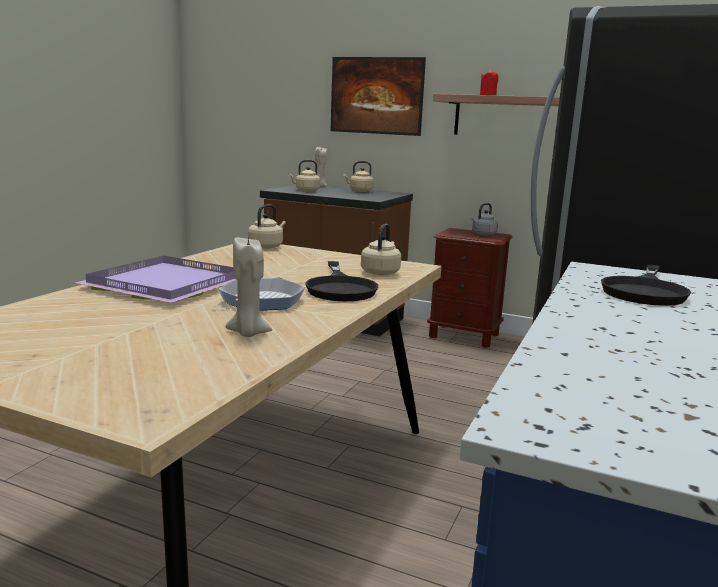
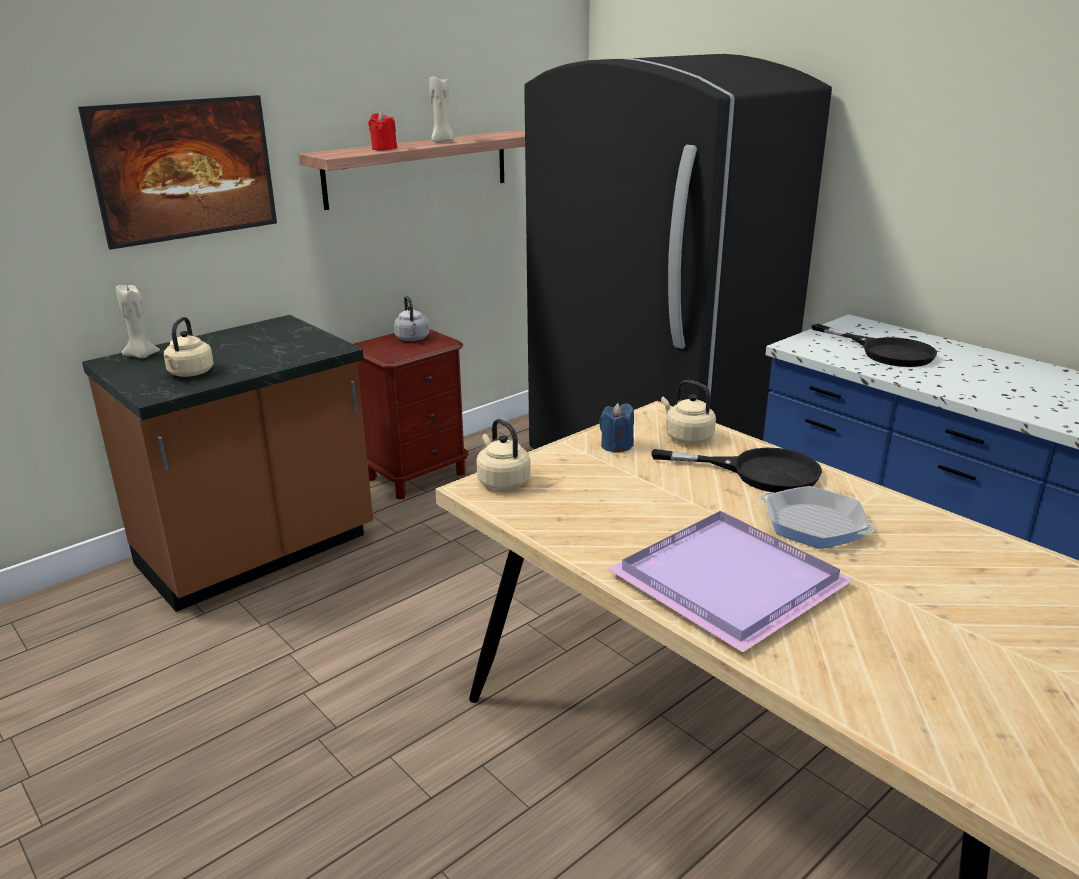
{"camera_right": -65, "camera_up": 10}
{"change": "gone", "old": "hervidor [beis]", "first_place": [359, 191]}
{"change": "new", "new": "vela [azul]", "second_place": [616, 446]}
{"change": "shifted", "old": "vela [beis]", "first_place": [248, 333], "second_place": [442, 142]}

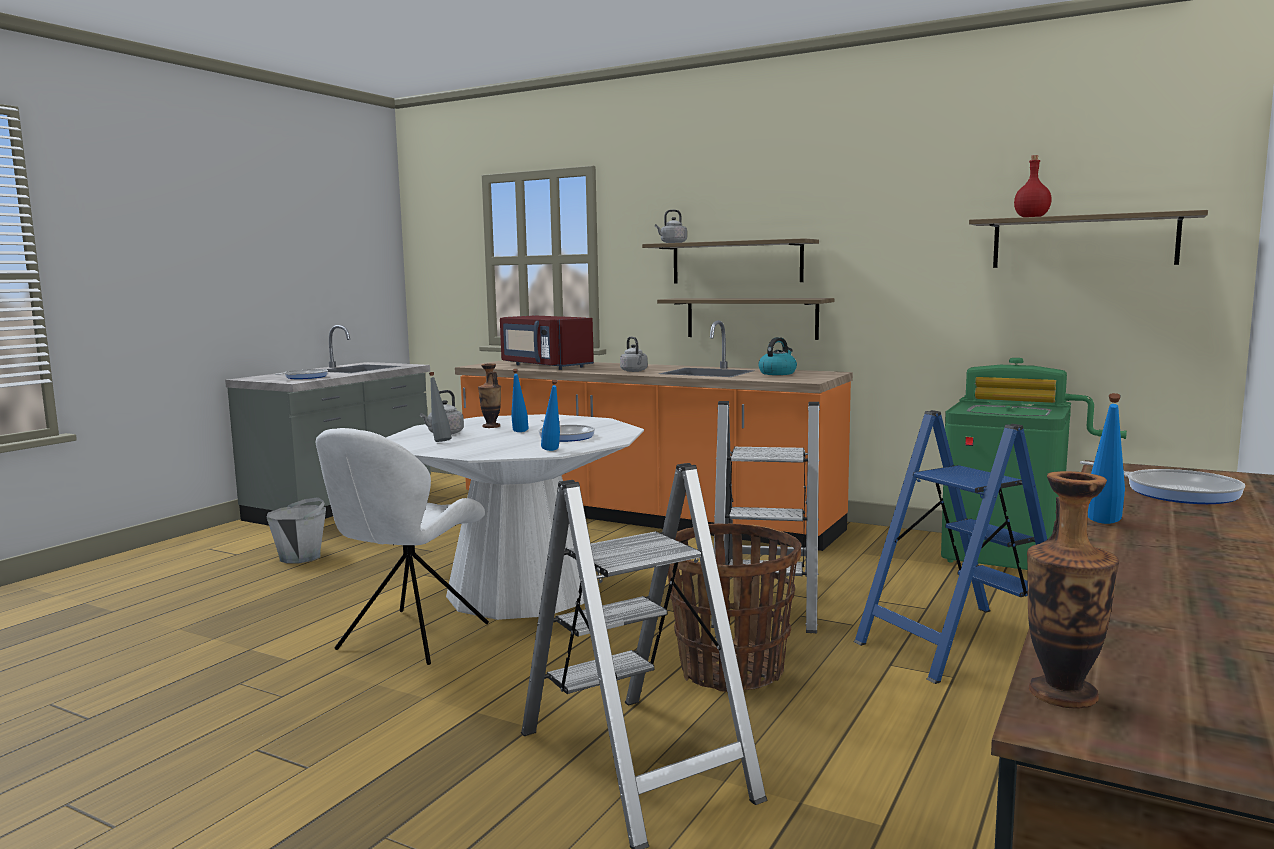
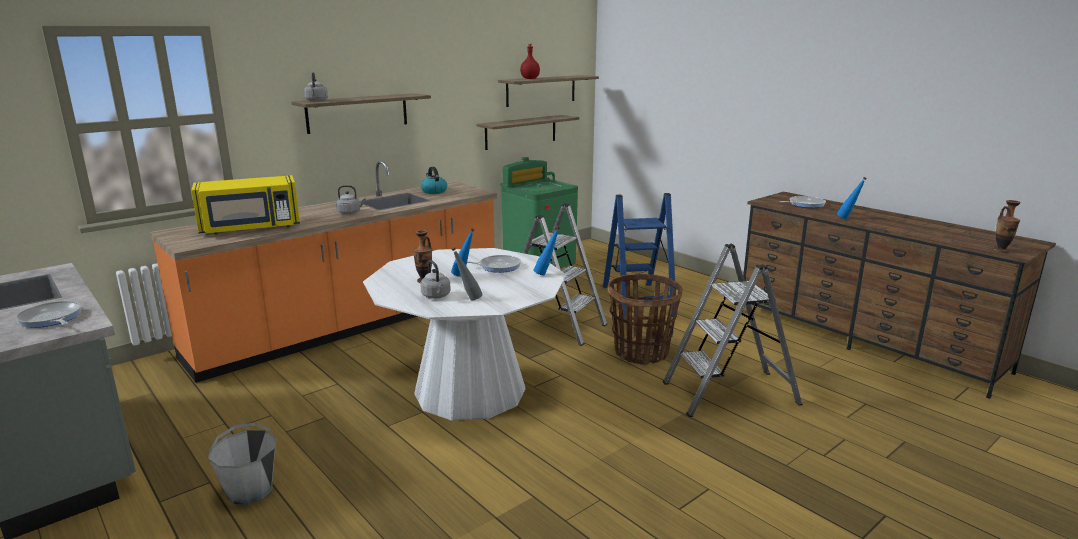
{"camera_right": -70, "camera_up": 10}
{"change": "gone", "old": "silla [blanco]", "first_place": [410, 638]}
{"change": "shifted", "old": "estante", "first_place": [751, 318], "second_place": [521, 132]}
{"change": "repainted", "old": "microondas [rojo]", "new": "microondas [amarillo]", "first_place": [544, 366], "second_place": [251, 228]}

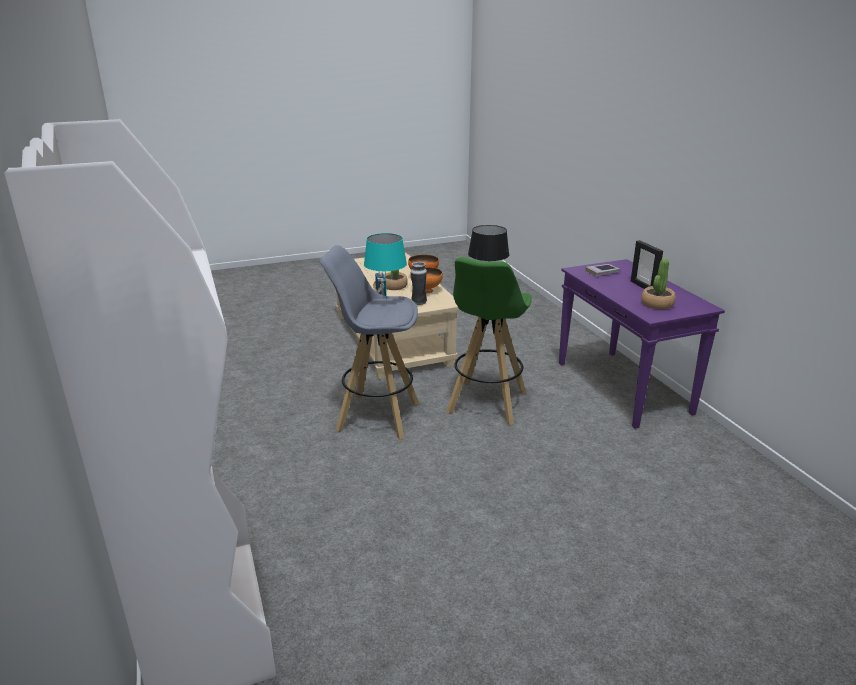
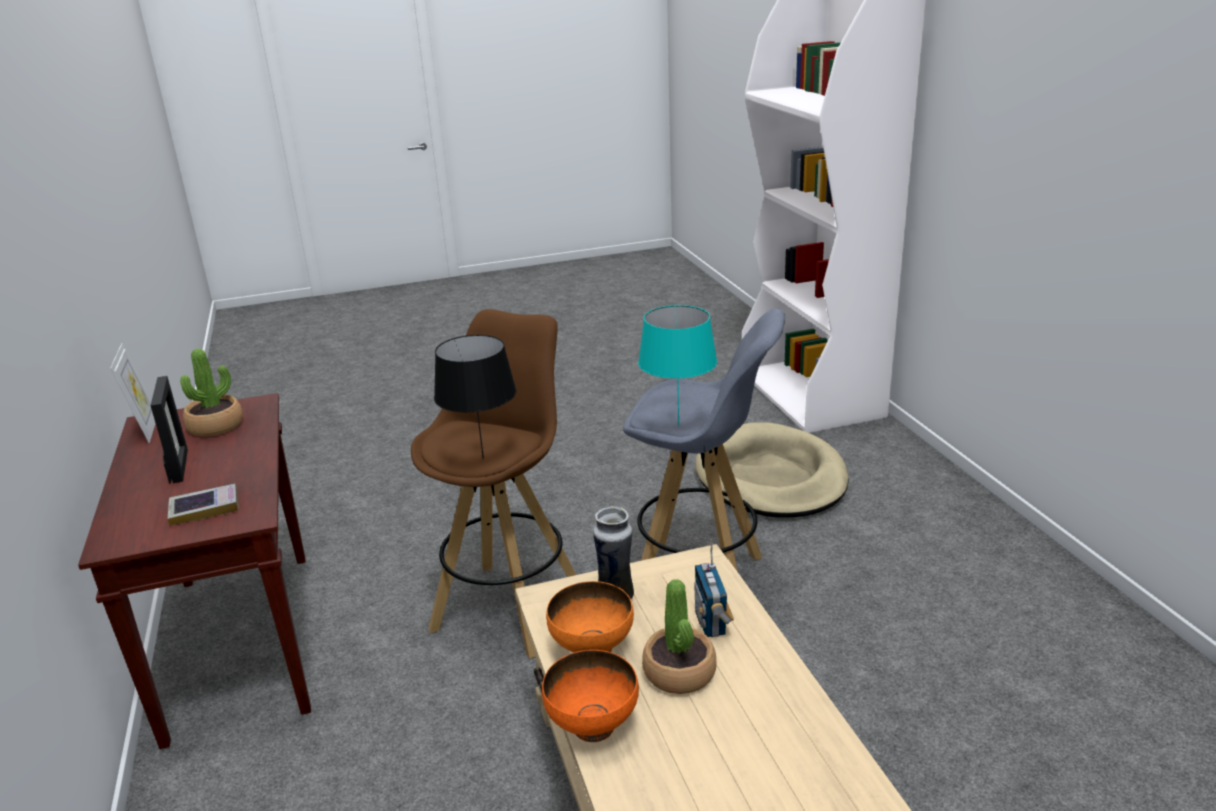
{"camera_right": -175, "camera_up": 0}
{"change": "new", "new": "portarretratos", "second_place": [146, 429]}
{"change": "new", "new": "cama para perro [beis]", "second_place": [770, 477]}
{"change": "repainted", "old": "taburete [verde]", "new": "taburete [marrón]", "first_place": [485, 404], "second_place": [511, 606]}
{"change": "repainted", "old": "mesa consola [morado]", "new": "mesa consola [marrón]", "first_place": [623, 388], "second_place": [240, 641]}

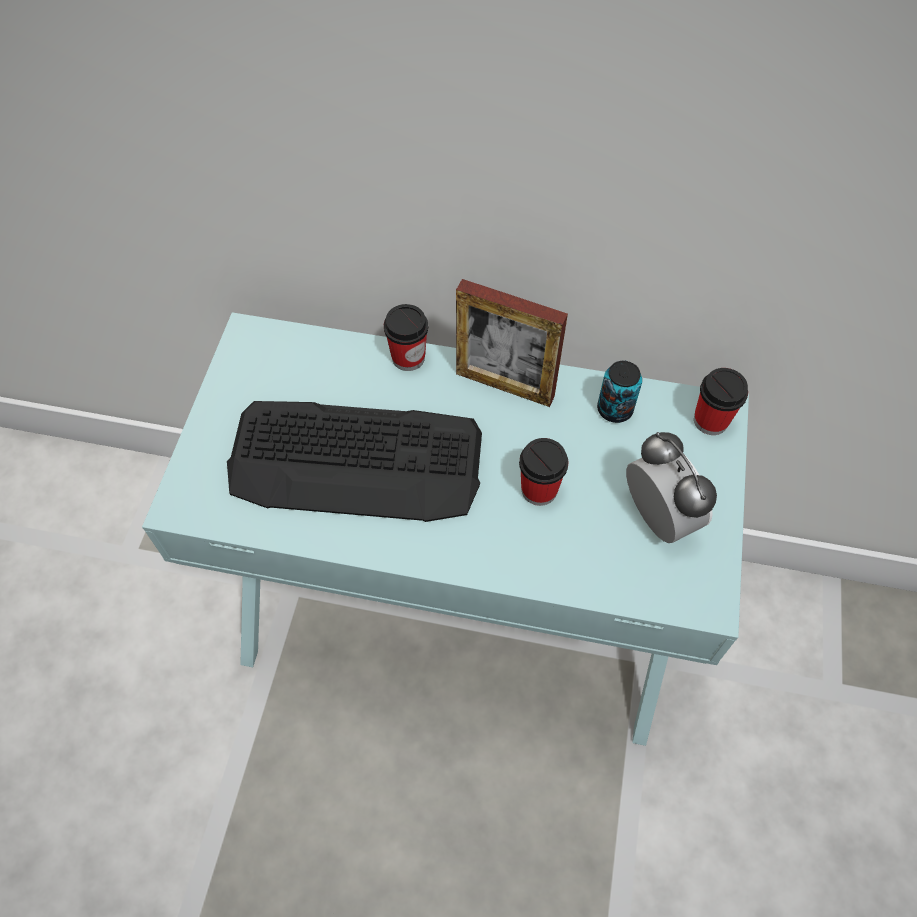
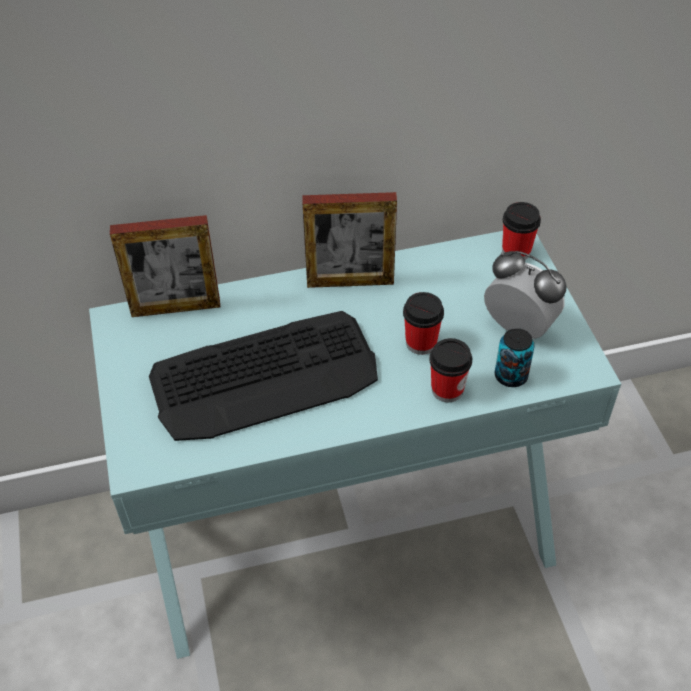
{"camera_right": -25, "camera_up": -10}
{"change": "new", "new": "portarretratos", "second_place": [176, 307]}
{"change": "shifted", "old": "taza", "first_place": [408, 357], "second_place": [447, 389]}
{"change": "shifted", "old": "lata", "first_place": [614, 409], "second_place": [510, 376]}

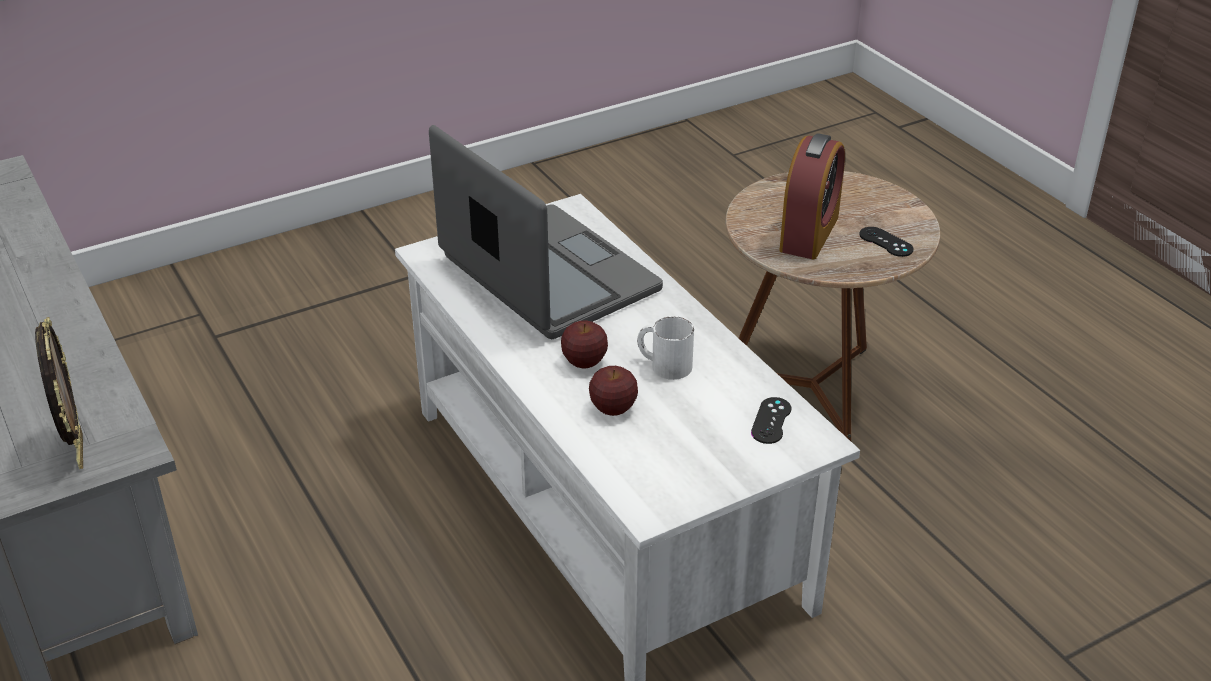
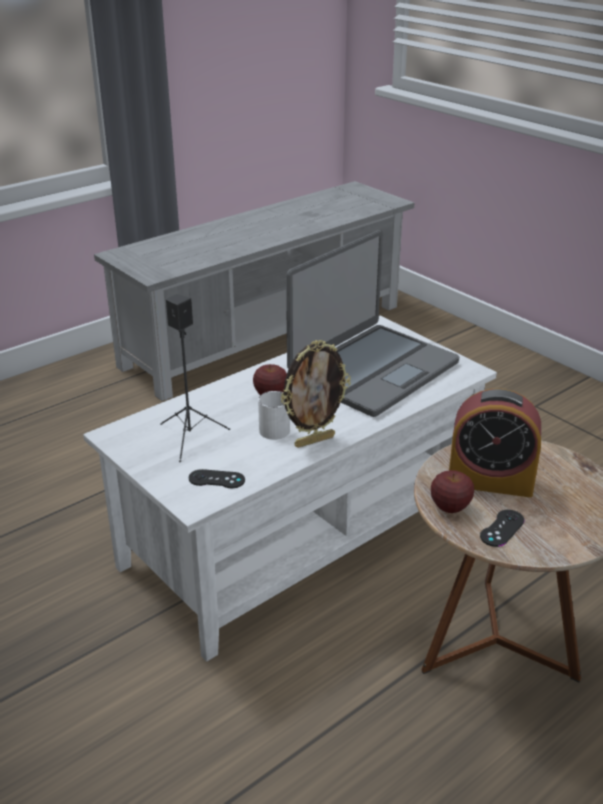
{"camera_right": 80, "camera_up": -5}
{"change": "new", "new": "altavoz [negro]", "second_place": [191, 437]}
{"change": "shifted", "old": "portarretratos", "first_place": [78, 451], "second_place": [314, 440]}
{"change": "shifted", "old": "manzana", "first_place": [612, 408], "second_place": [450, 507]}

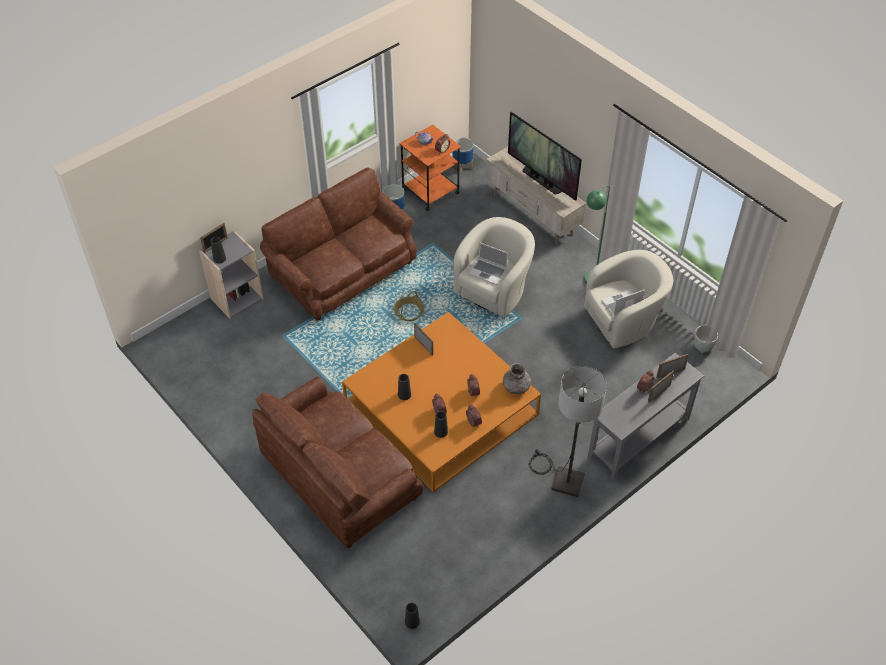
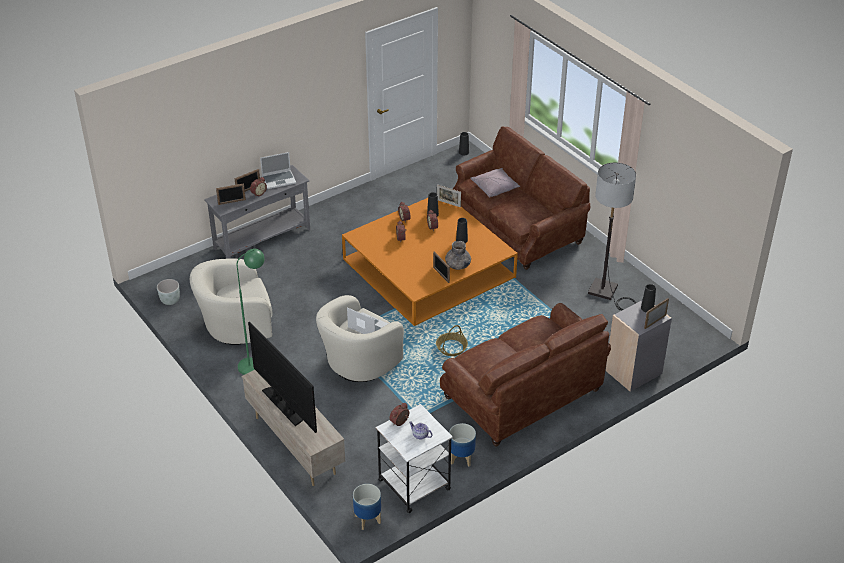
{"camera_right": -175, "camera_up": -10}
{"change": "new", "new": "portarretratos", "second_place": [448, 203]}
{"change": "new", "new": "cojín [morado]", "second_place": [495, 188]}
{"change": "shifted", "old": "florero [gris]", "first_place": [516, 386], "second_place": [457, 265]}
{"change": "shifted", "old": "lámpara de pie", "first_place": [559, 477], "second_place": [609, 295]}
{"change": "shifted", "old": "portátil", "first_place": [621, 304], "second_place": [279, 180]}
{"change": "repainted", "old": "carrito [naranja]", "new": "carrito [blanco]", "first_place": [431, 191], "second_place": [413, 485]}

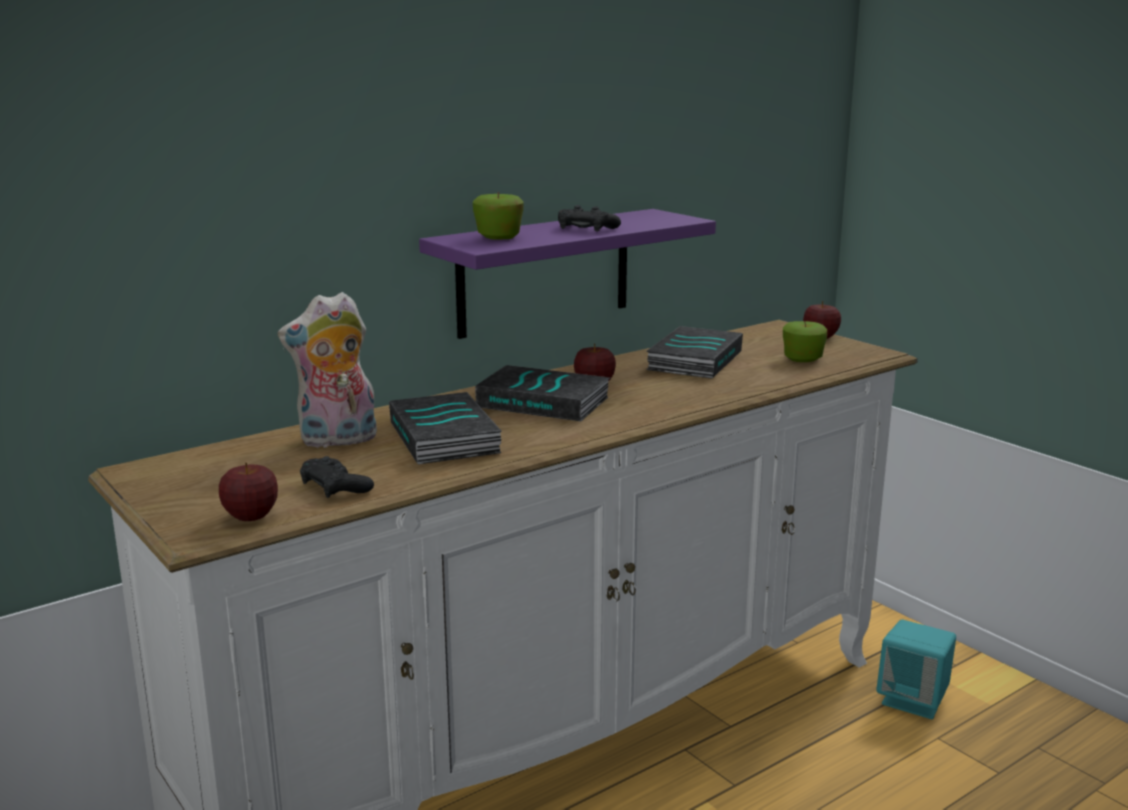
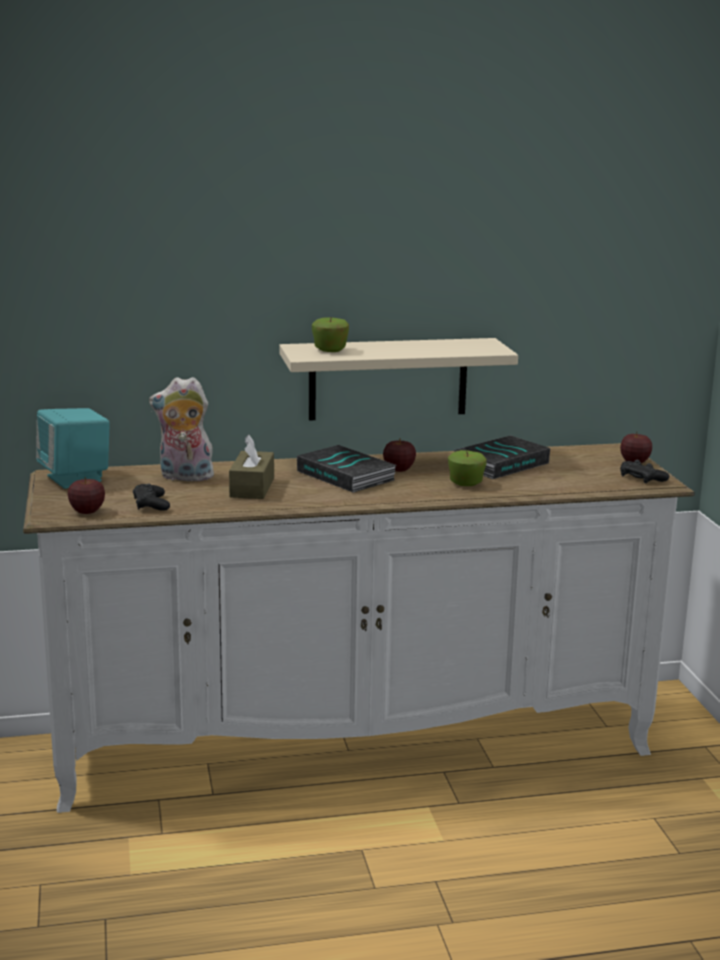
{"camera_right": 25, "camera_up": 0}
{"change": "shifted", "old": "mando de consola [negro]", "first_place": [586, 228], "second_place": [642, 478]}
{"change": "shifted", "old": "manzana", "first_place": [802, 359], "second_place": [466, 483]}
{"change": "shifted", "old": "altavoz [turquesa]", "first_place": [913, 700], "second_place": [75, 479]}
{"change": "swapped", "old": "libro", "new": "caja de pañuelos [marrón]", "first_place": [447, 438], "second_place": [252, 487]}
{"change": "repainted", "old": "estante [morado]", "new": "estante [beis]", "first_place": [544, 272], "second_place": [388, 379]}

